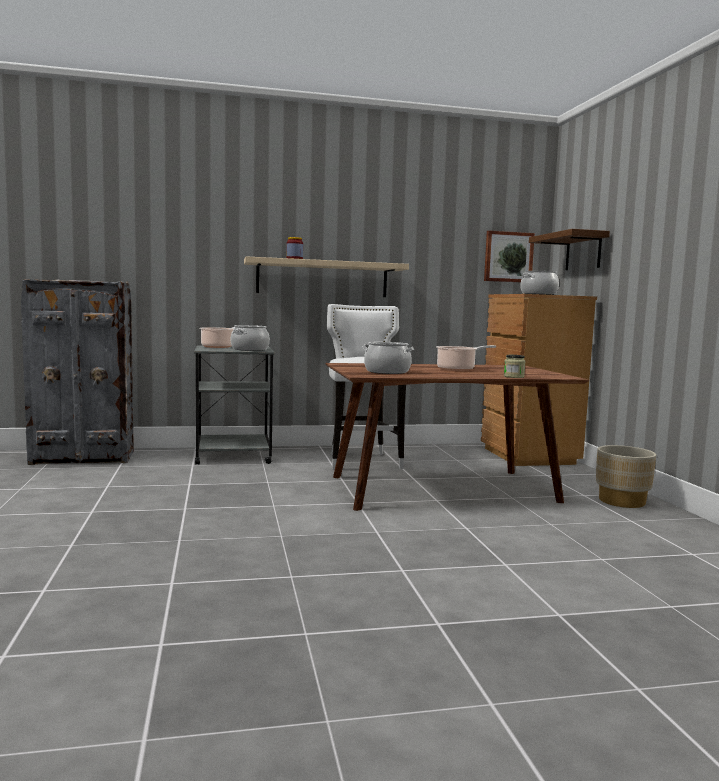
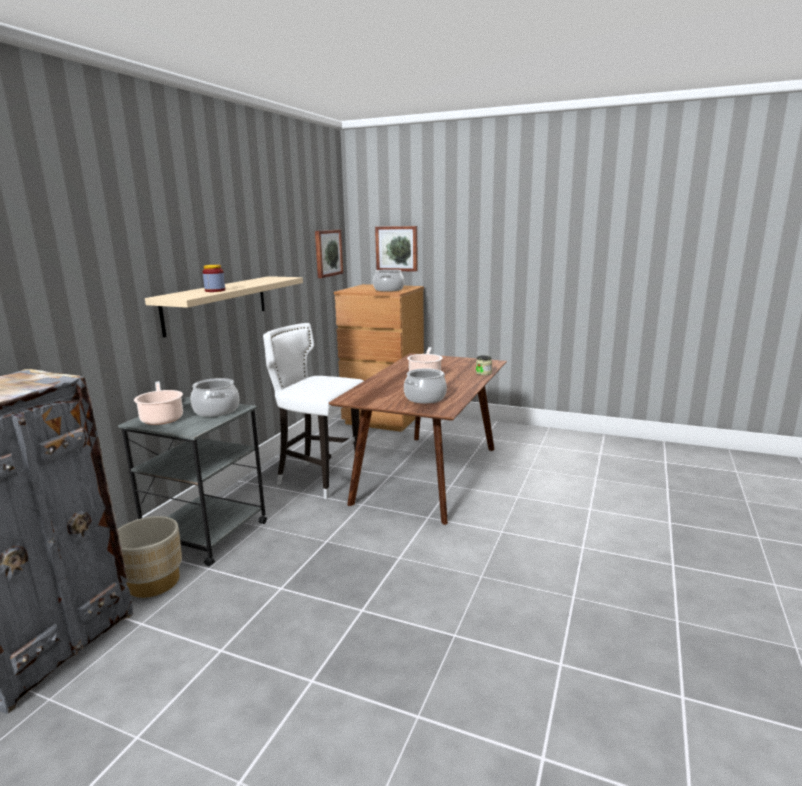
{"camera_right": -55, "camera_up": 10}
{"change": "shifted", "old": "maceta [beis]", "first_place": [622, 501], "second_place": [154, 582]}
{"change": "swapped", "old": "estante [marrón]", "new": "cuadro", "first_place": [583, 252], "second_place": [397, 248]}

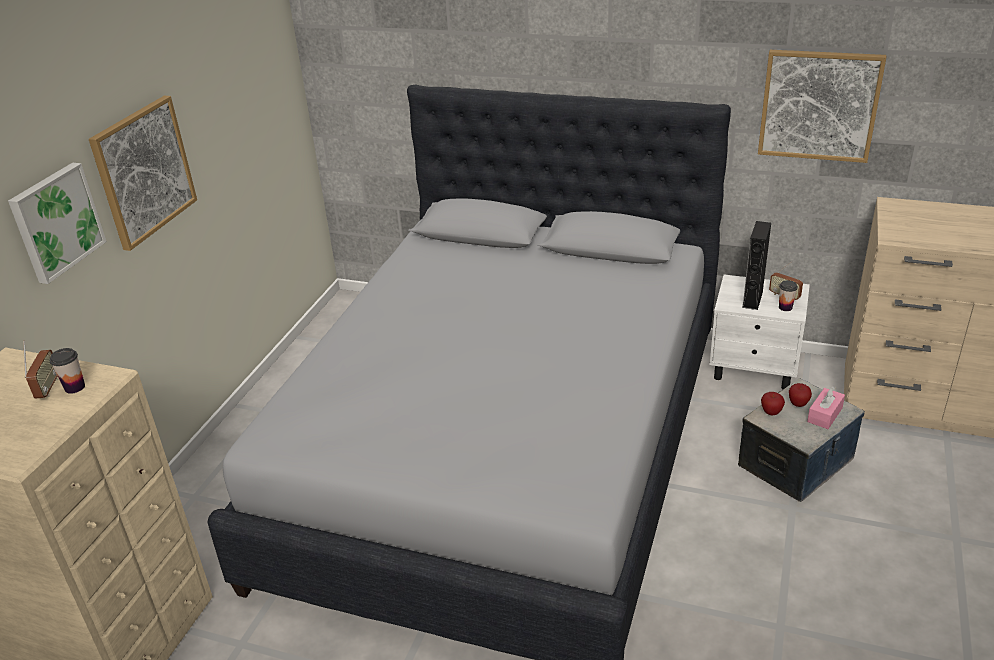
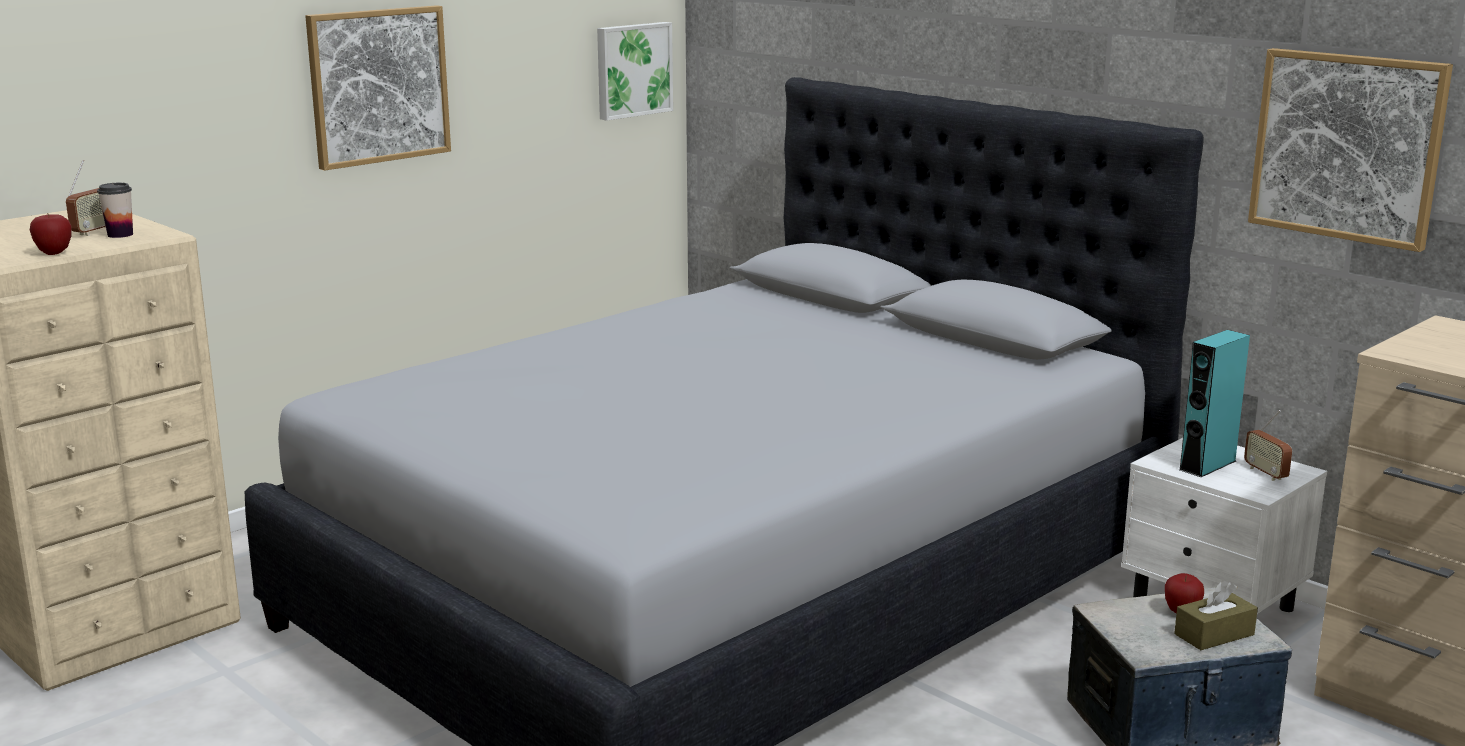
{"camera_right": 25, "camera_up": -15}
{"change": "gone", "old": "taza", "first_place": [785, 307]}
{"change": "shifted", "old": "cuadro", "first_place": [55, 221], "second_place": [632, 70]}
{"change": "shifted", "old": "manzana", "first_place": [771, 412], "second_place": [54, 253]}
{"change": "repainted", "old": "altavoz [negro]", "new": "altavoz [turquesa]", "first_place": [752, 299], "second_place": [1207, 465]}
{"change": "repainted", "old": "caja de pañuelos [rosa]", "new": "caja de pañuelos [marrón]", "first_place": [824, 415], "second_place": [1214, 634]}

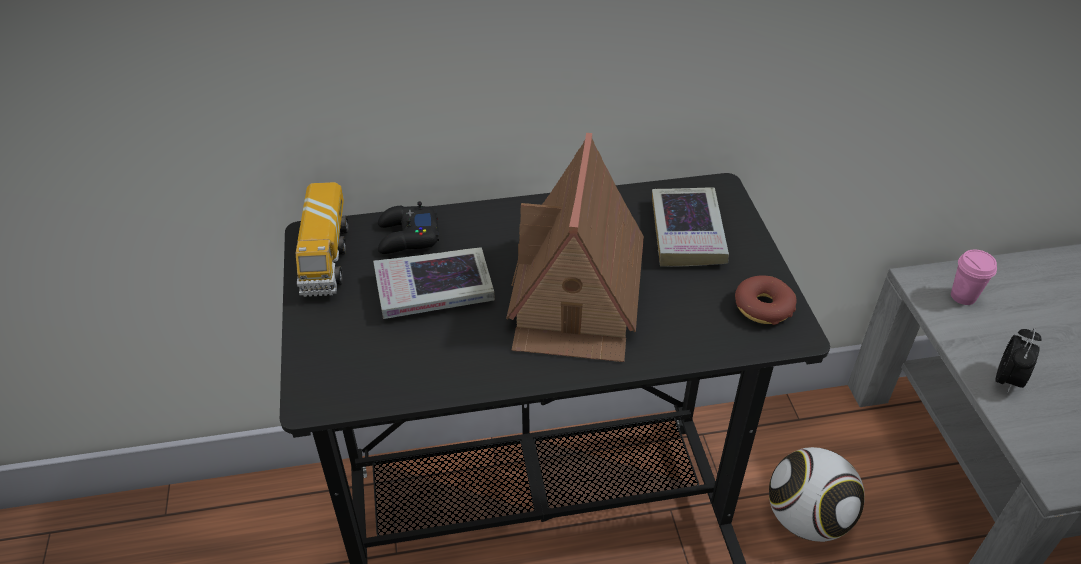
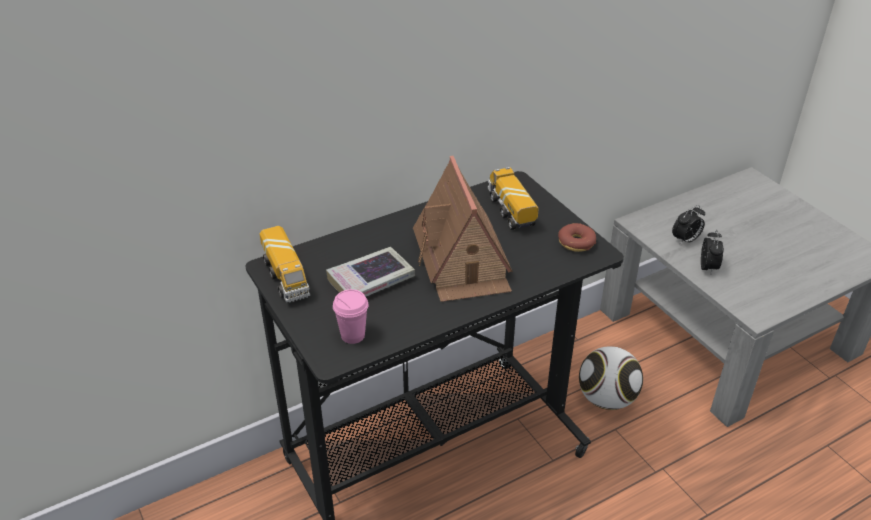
{"camera_right": -20, "camera_up": -5}
{"change": "gone", "old": "mando de consola [negro]", "first_place": [407, 237]}
{"change": "new", "new": "despertador", "second_place": [685, 240]}
{"change": "shifted", "old": "taza [rosa]", "first_place": [963, 296], "second_place": [353, 335]}
{"change": "swapped", "old": "libro", "new": "camión de juguete", "first_place": [687, 233], "second_place": [511, 211]}

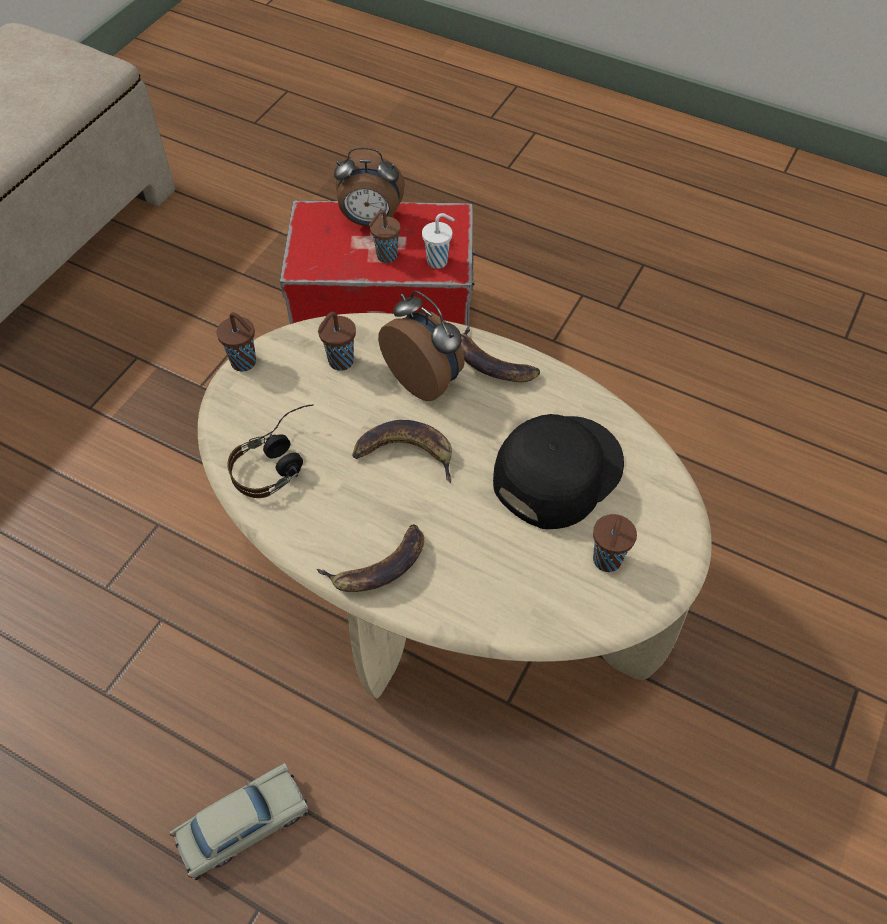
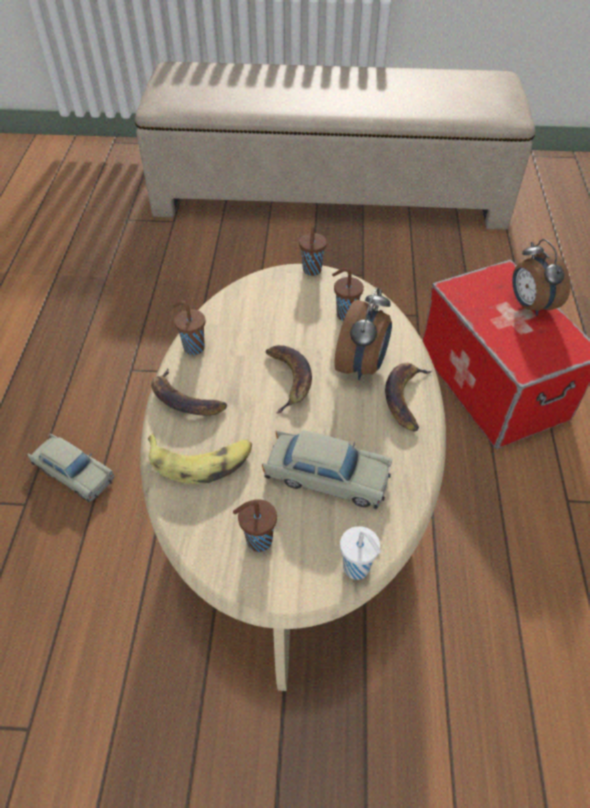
{"camera_right": 65, "camera_up": -5}
{"change": "gone", "old": "auriculares", "first_place": [280, 460]}
{"change": "new", "new": "plátano", "second_place": [202, 460]}
{"change": "shifted", "old": "taza [marrón]", "first_place": [385, 257], "second_place": [193, 347]}
{"change": "shifted", "old": "taza [blanco]", "first_place": [438, 261], "second_place": [357, 569]}
{"change": "swapped", "old": "gorra [negro]", "new": "coche de juguete [beis]", "first_place": [556, 471], "second_place": [327, 476]}

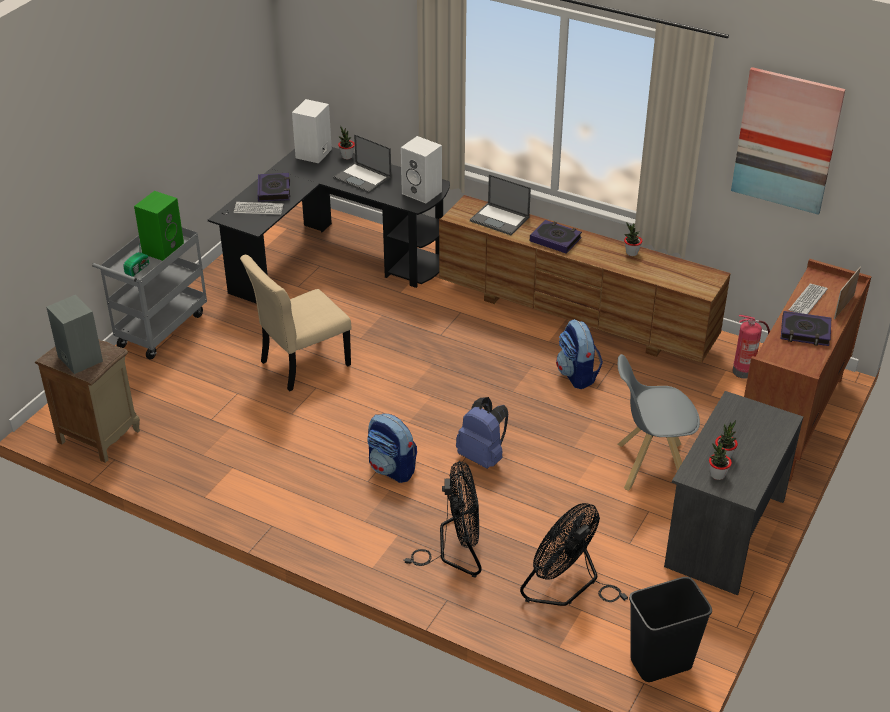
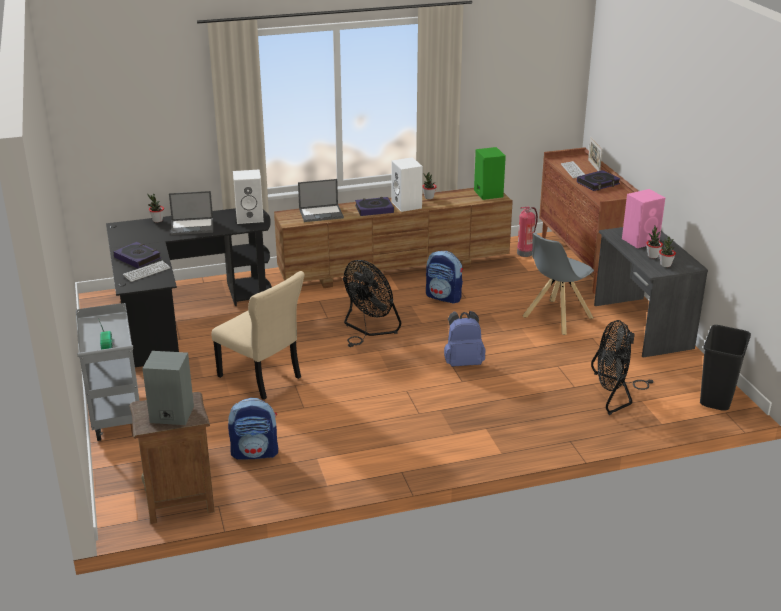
{"camera_right": -45, "camera_up": -10}
{"change": "gone", "old": "cuadro", "first_place": [786, 140]}
{"change": "new", "new": "altavoz [rosa]", "second_place": [641, 240]}
{"change": "shifted", "old": "altavoz [verde]", "first_place": [163, 248], "second_place": [487, 193]}
{"change": "shifted", "old": "altavoz [blanco]", "first_place": [314, 154], "second_place": [407, 205]}
{"change": "shifted", "old": "mochila", "first_place": [392, 469], "second_place": [255, 453]}
{"change": "shifted", "old": "ventilador [negro]", "first_place": [454, 546], "second_place": [365, 327]}
{"change": "rotated", "old": "silla [beis]", "first_place": [302, 364], "second_place": [261, 378], "degrees": -60}

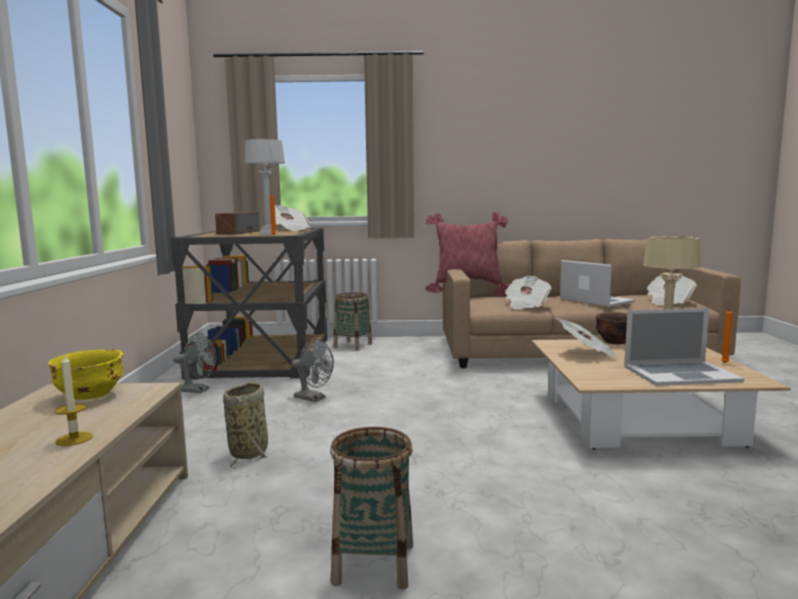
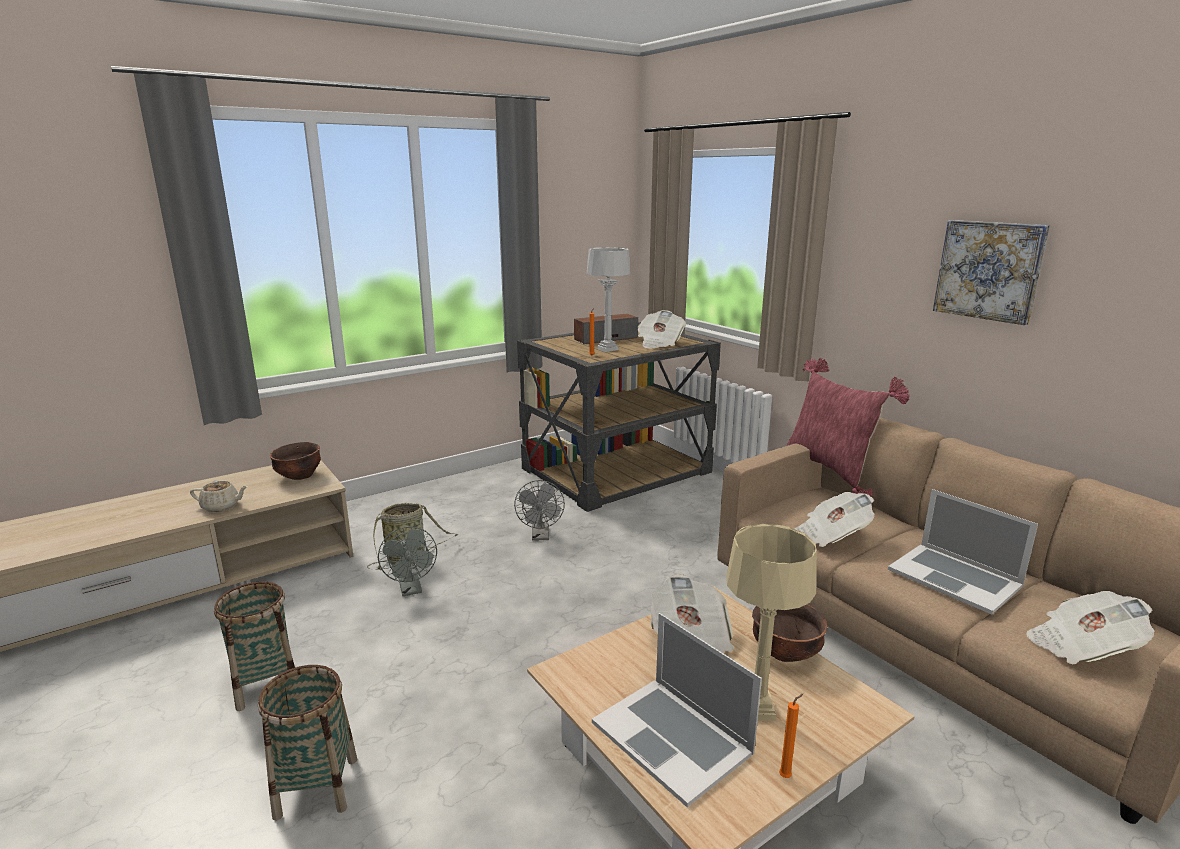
{"camera_right": 55, "camera_up": 10}
{"change": "new", "new": "cuadro", "second_place": [989, 270]}
{"change": "shifted", "old": "ventilador [gris]", "first_place": [198, 390], "second_place": [411, 589]}
{"change": "shifted", "old": "cesta", "first_place": [352, 345], "second_place": [316, 787]}
{"change": "swapped", "old": "vela", "new": "tetera [beis]", "first_place": [74, 439], "second_place": [221, 506]}
{"change": "repainted", "old": "cuenco [amarillo]", "new": "cuenco [marrón]", "first_place": [91, 396], "second_place": [299, 476]}
{"change": "rotated", "old": "portátil", "first_place": [596, 300], "second_place": [954, 577], "degrees": 120}

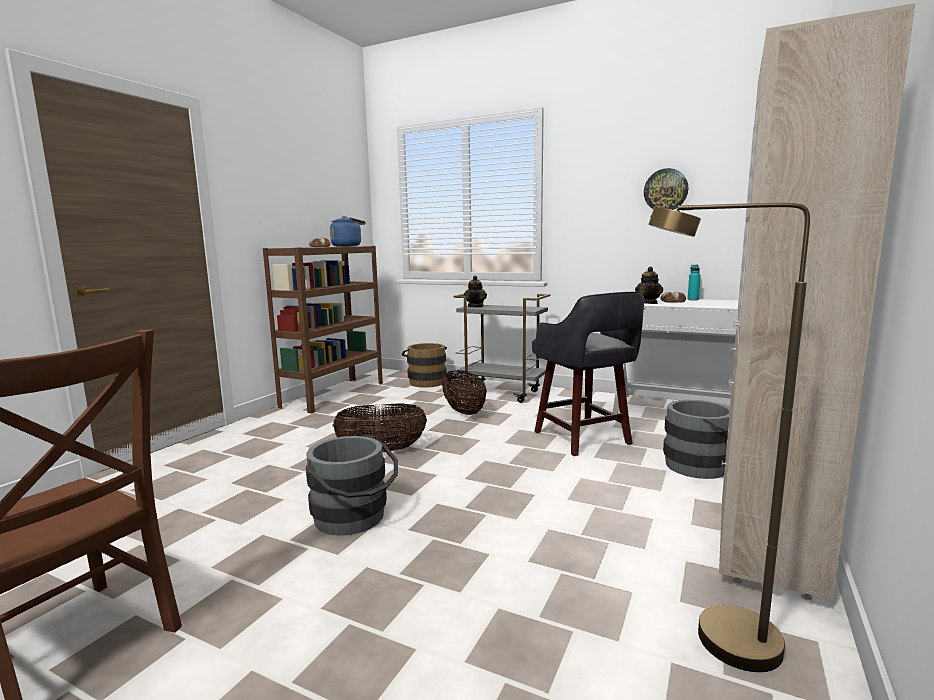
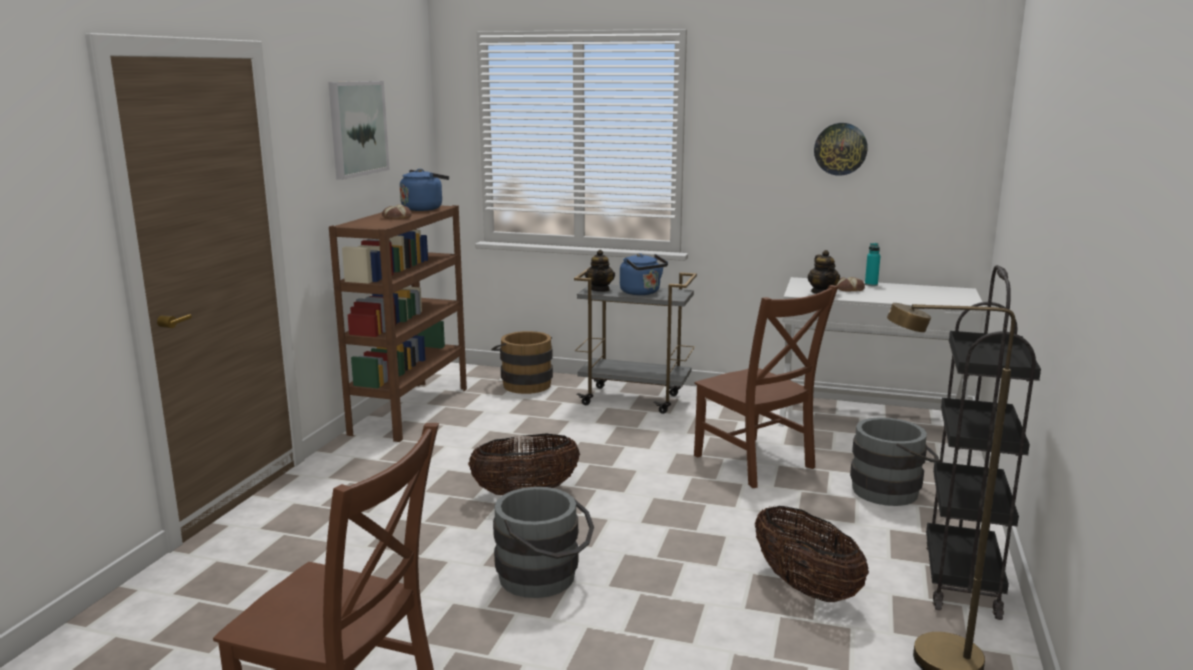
{"camera_right": -10, "camera_up": 5}
{"change": "new", "new": "cuadro", "second_place": [357, 128]}
{"change": "new", "new": "hervidor [azul]", "second_place": [642, 293]}
{"change": "shifted", "old": "cesta", "first_place": [464, 411], "second_place": [805, 587]}
{"change": "swapped", "old": "taburete [gris]", "new": "silla [marrón]", "first_place": [584, 439], "second_place": [756, 463]}
{"change": "swapped", "old": "armario [beis]", "new": "carrito [negro]", "first_place": [765, 554], "second_place": [962, 582]}

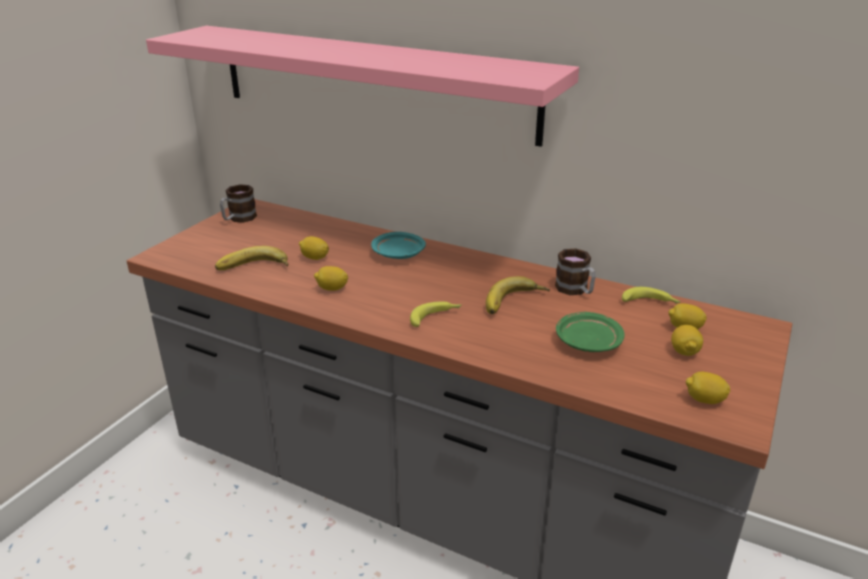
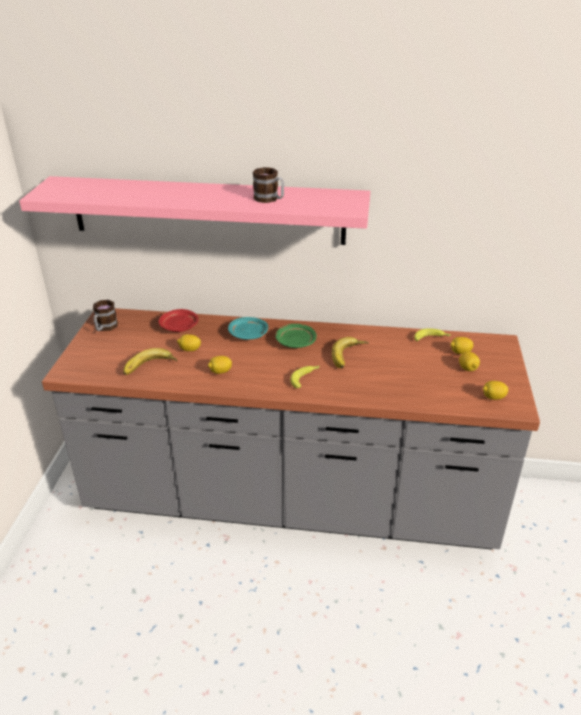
{"camera_right": -20, "camera_up": 5}
{"change": "new", "new": "plato [rojo]", "second_place": [179, 327]}
{"change": "shifted", "old": "taza grande", "first_place": [575, 290], "second_place": [270, 199]}
{"change": "shifted", "old": "plato [verde]", "first_place": [588, 342], "second_place": [295, 342]}

